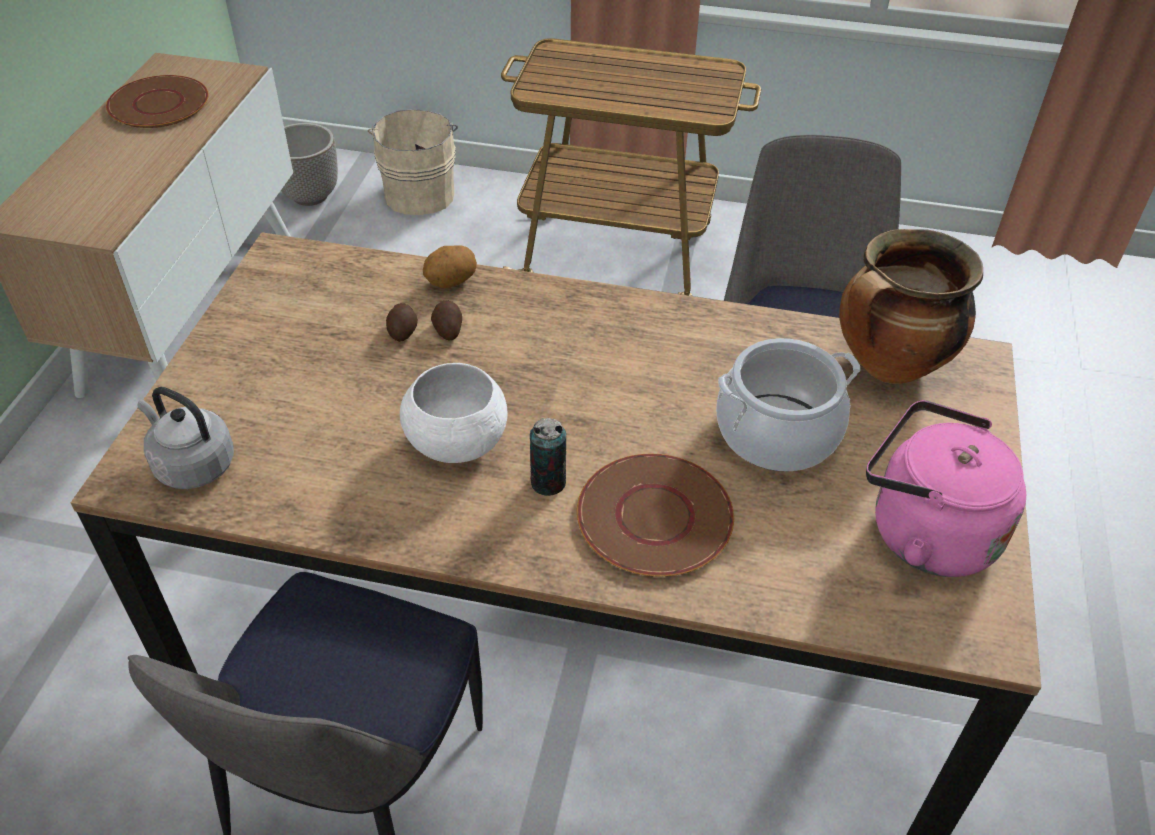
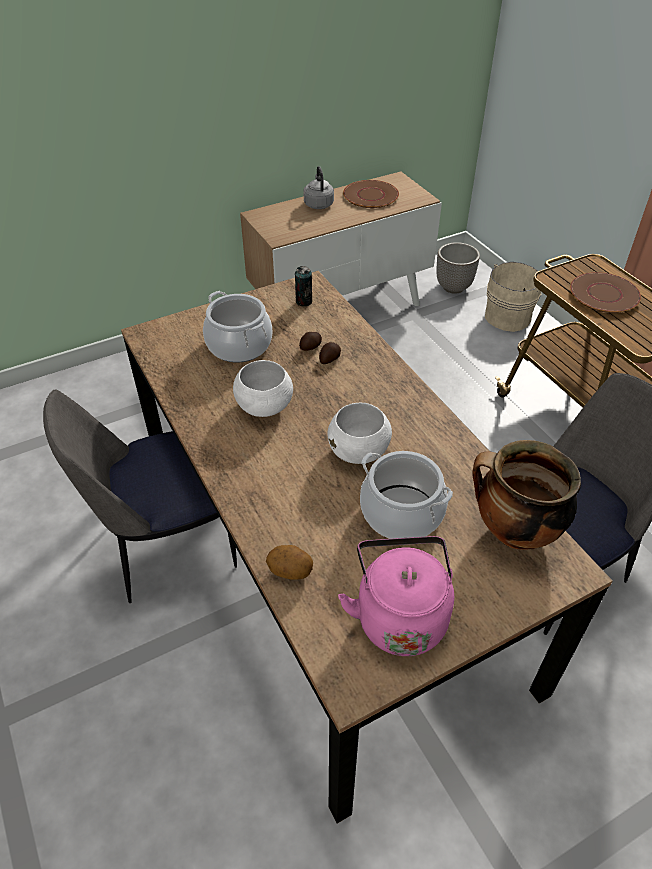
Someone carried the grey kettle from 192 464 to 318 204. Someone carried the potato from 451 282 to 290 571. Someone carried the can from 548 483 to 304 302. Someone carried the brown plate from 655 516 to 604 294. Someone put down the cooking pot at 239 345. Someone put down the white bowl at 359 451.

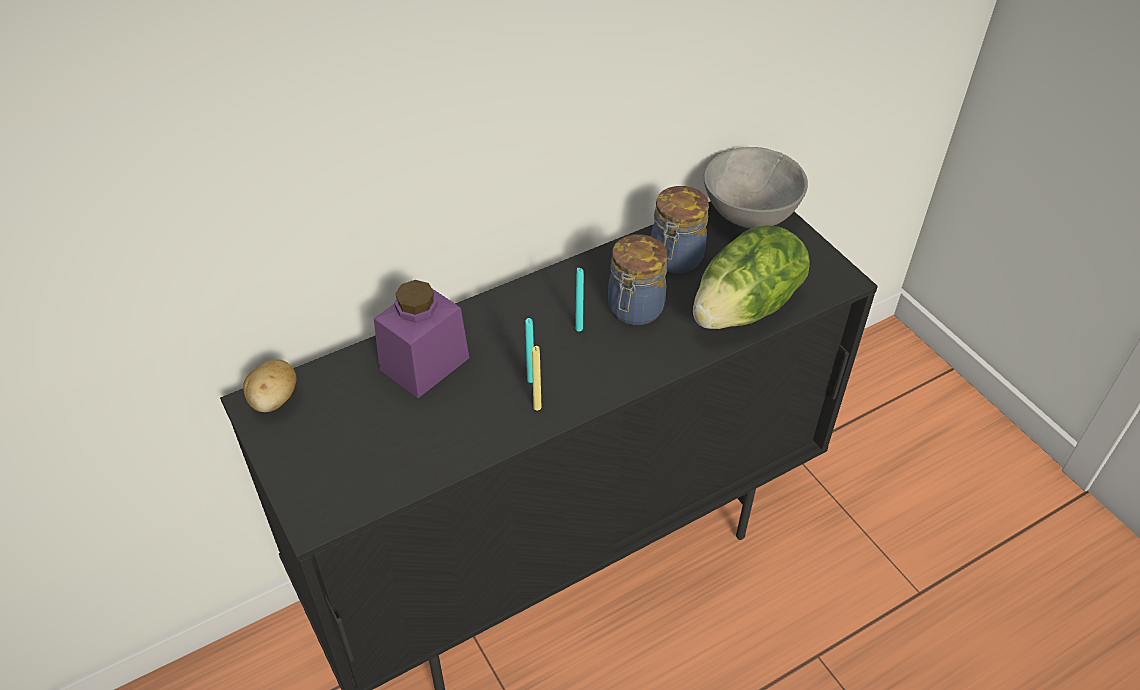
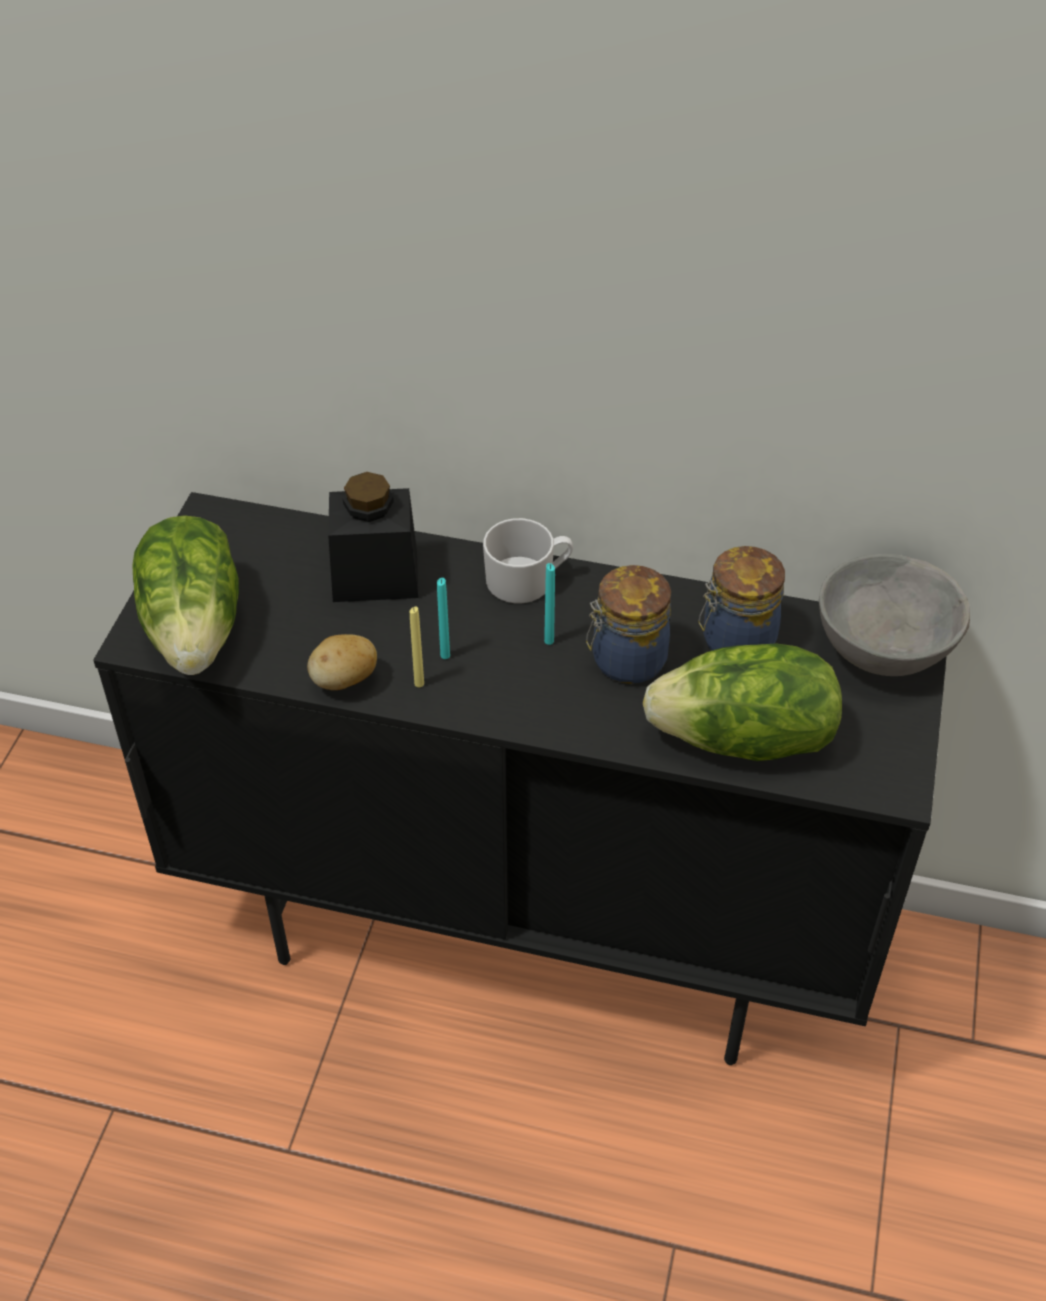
Someone carried the potato from 274 400 to 344 680. Someone repainted the purple jar at 424 363, which became the black jar at 375 576. Someone put down the lettuce at 197 627. Someone put down the white mug at 528 579.

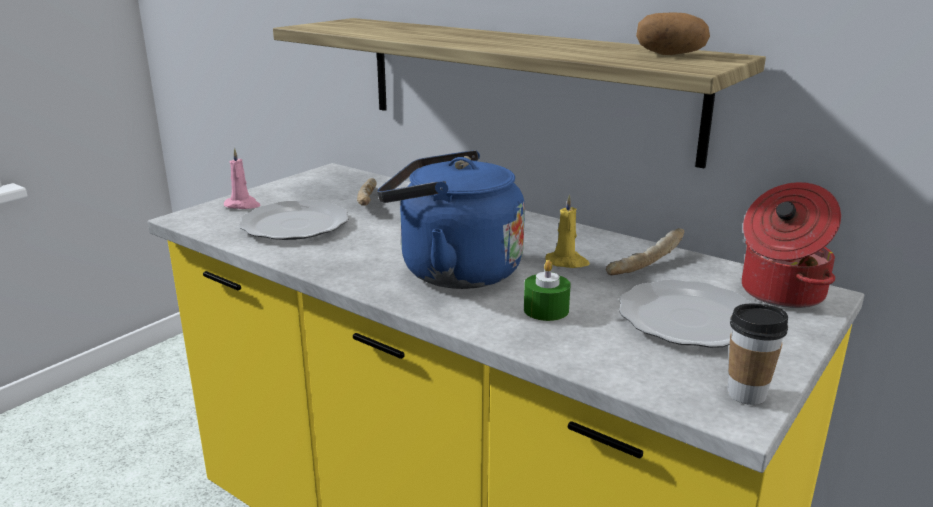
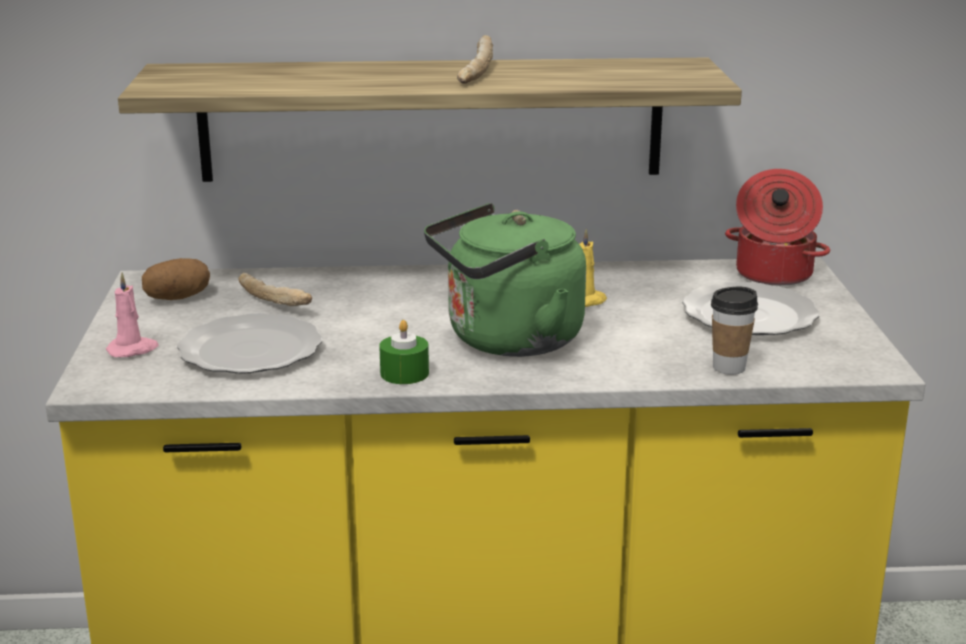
Someone repainted the blue kettle at 452 271, which became the green kettle at 507 341. Someone carried the green candle from 546 310 to 404 373. Someone carried the bread from 644 262 to 474 72. Someone carried the potato from 671 54 to 178 297. Someone carried the cup from 746 394 to 729 368.

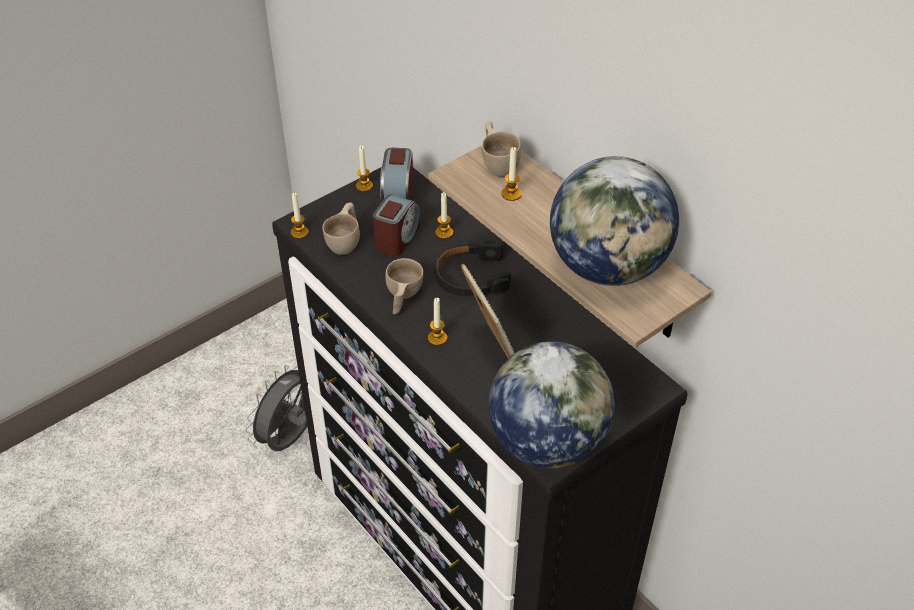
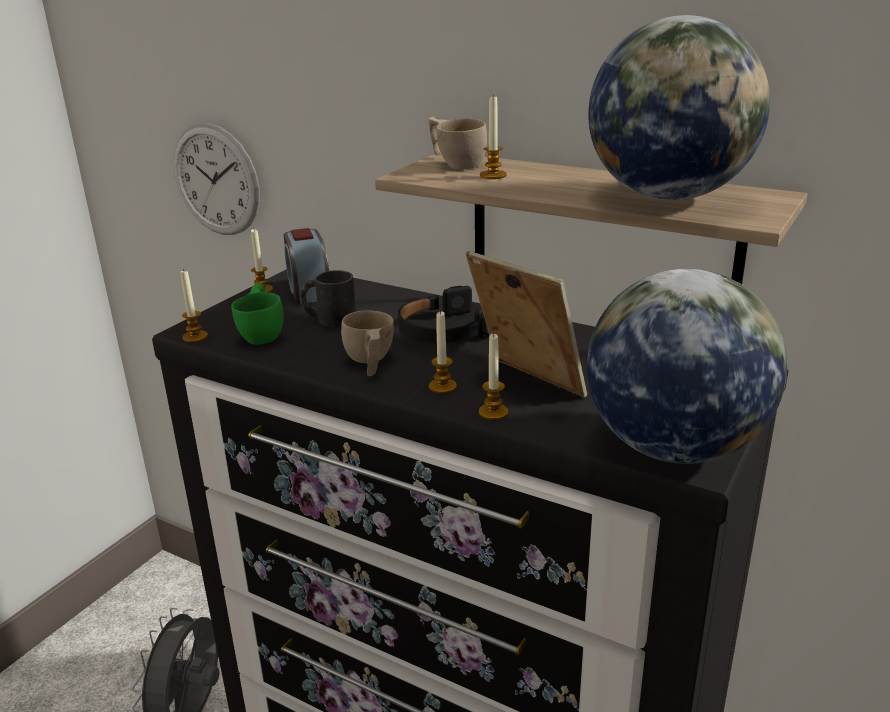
Someone repainted the beige cup at 346 241, which became the green cup at 263 332. Someone swapped the alarm clock at 397 238 for the black mug at 329 319. Someone carried the candle from 444 232 to 493 412. Someone put up the wall clock at 216 180.

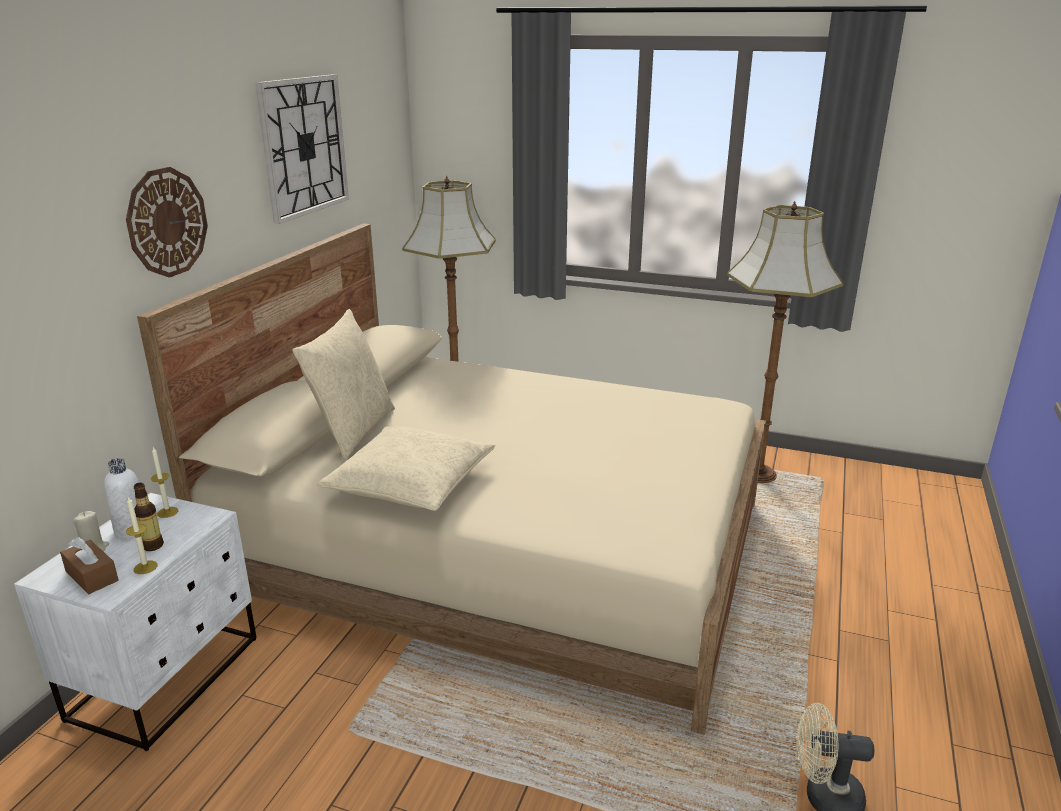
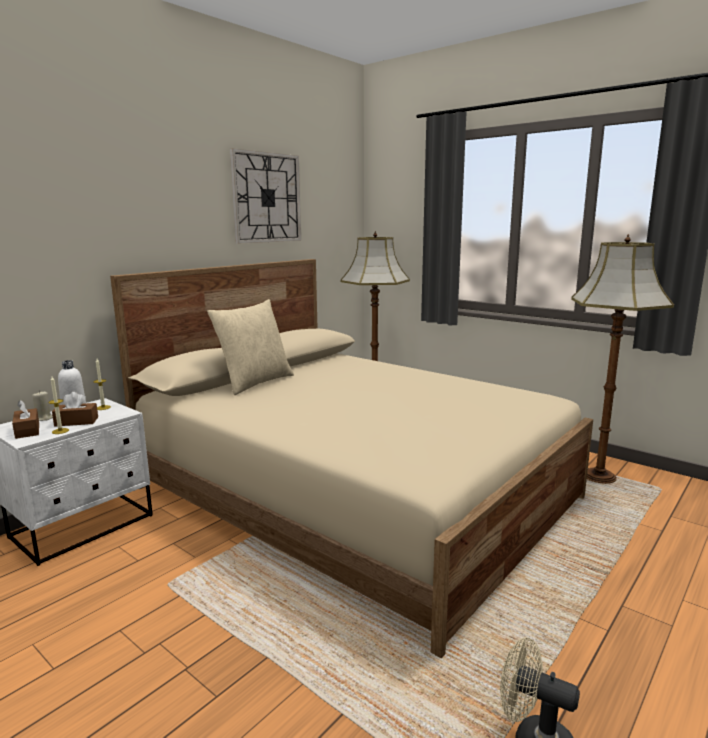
Someone took away the wall clock at 167 222. Someone swapped the bottle at 153 546 for the brown tissue box at 76 422. Someone took away the beige pillow at 410 483.

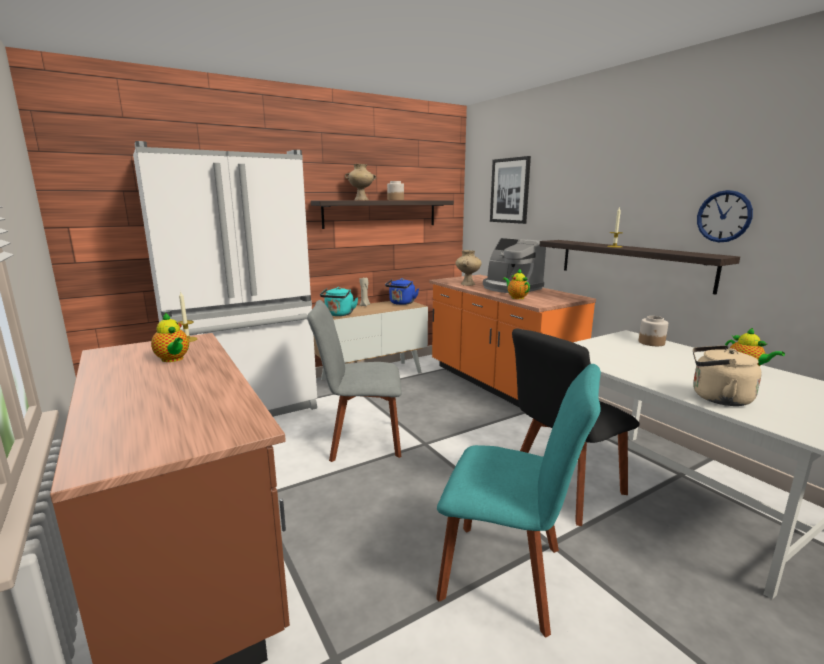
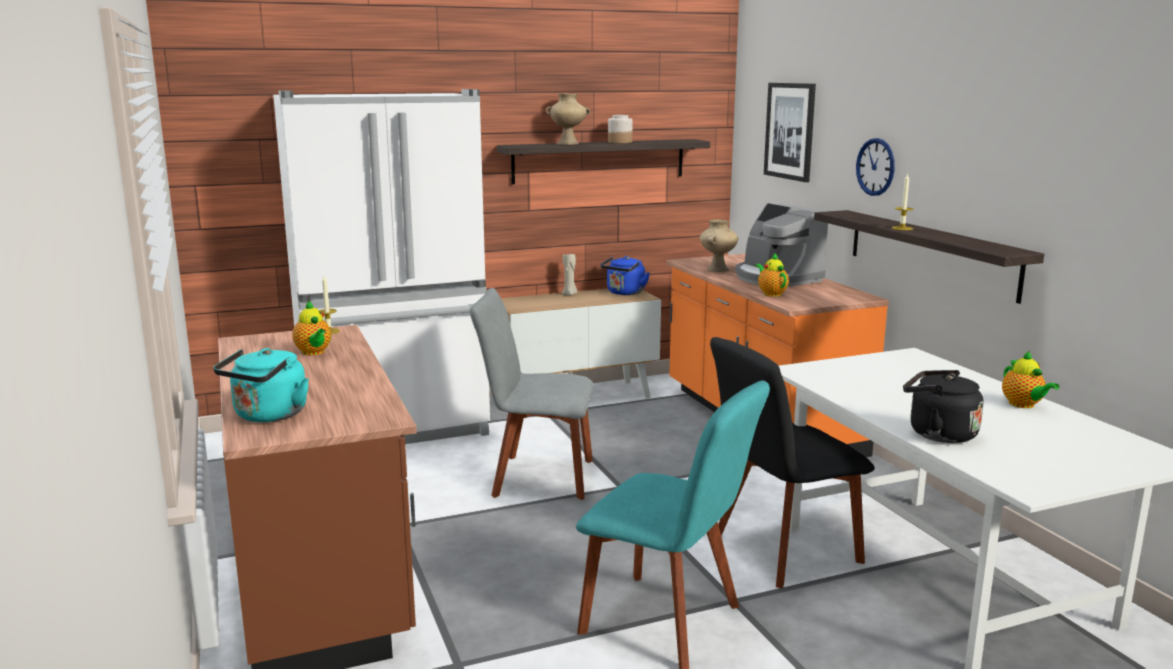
Someone carried the turquoise kettle from 339 314 to 268 416. Someone took away the jar at 651 343. Someone repainted the beige kettle at 717 398, which became the black kettle at 937 434. Someone carried the wall clock from 724 216 to 875 167.

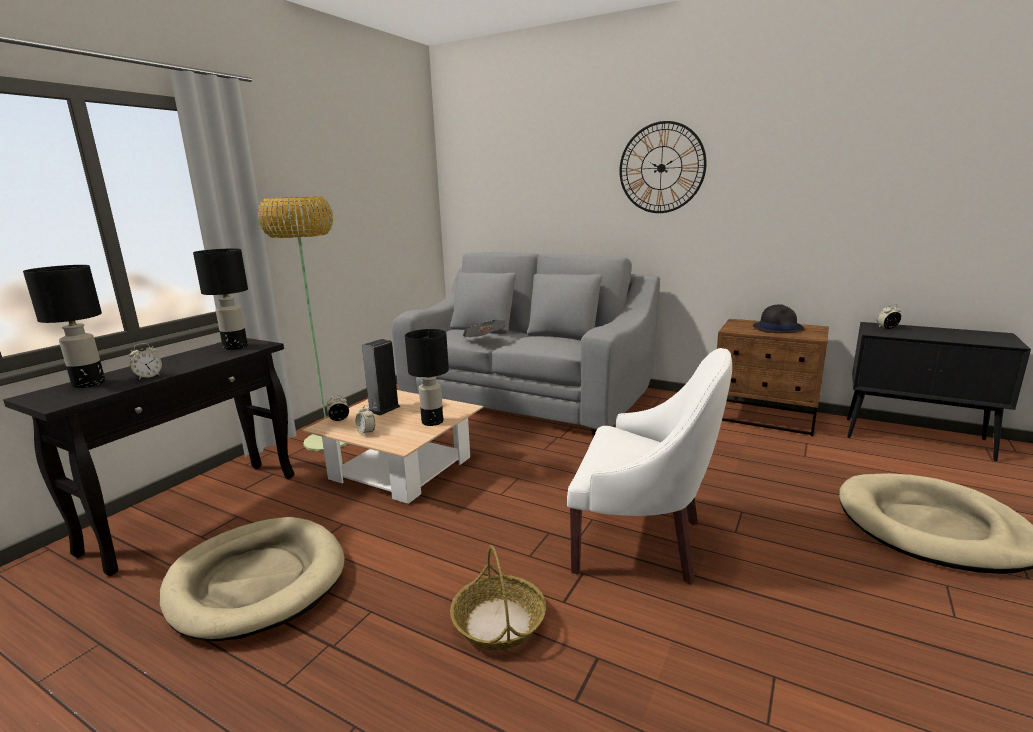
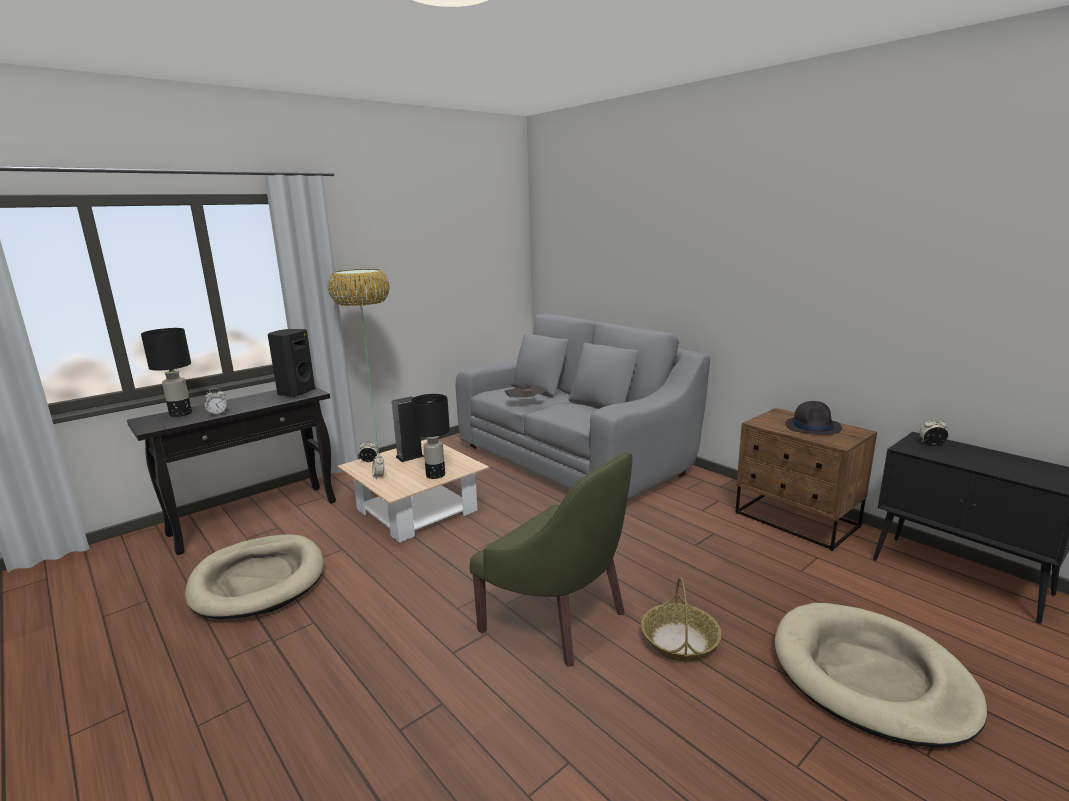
Someone swapped the black table lamp at 235 347 for the black speaker at 295 392. Someone carried the basket from 499 623 to 680 641. Someone repainted the white armchair at 642 541, which became the green armchair at 559 618. Someone took away the wall clock at 661 168.

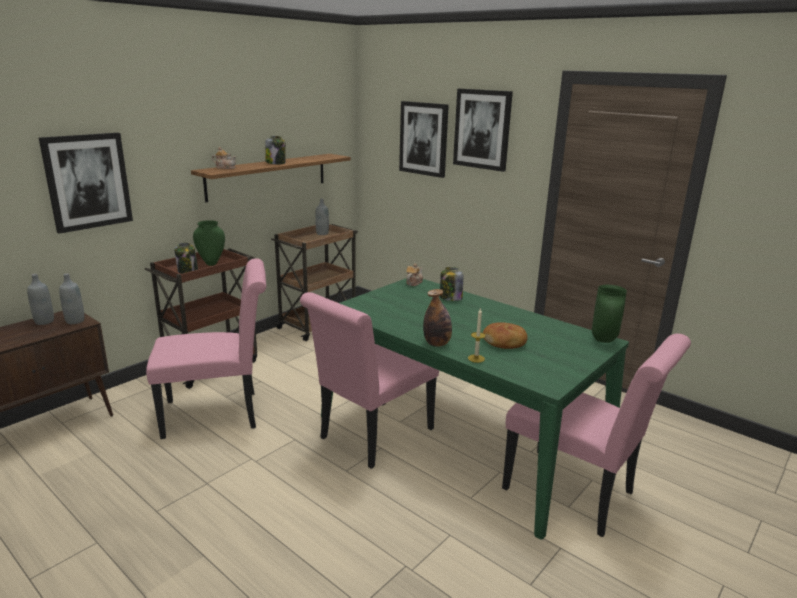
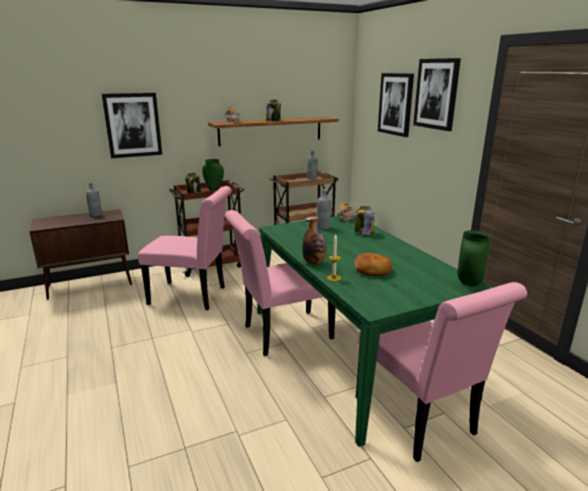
Someone carried the grey bottle from 75 321 to 323 227.

